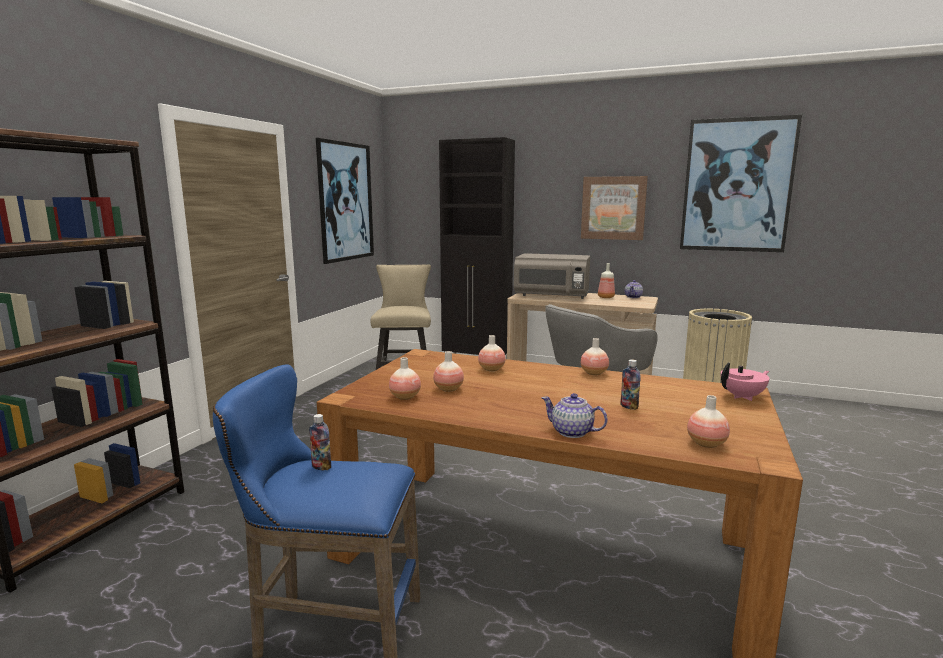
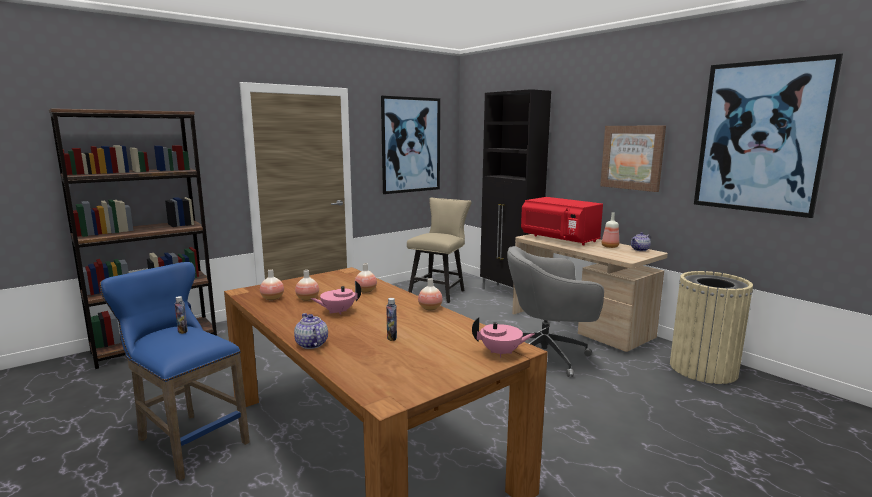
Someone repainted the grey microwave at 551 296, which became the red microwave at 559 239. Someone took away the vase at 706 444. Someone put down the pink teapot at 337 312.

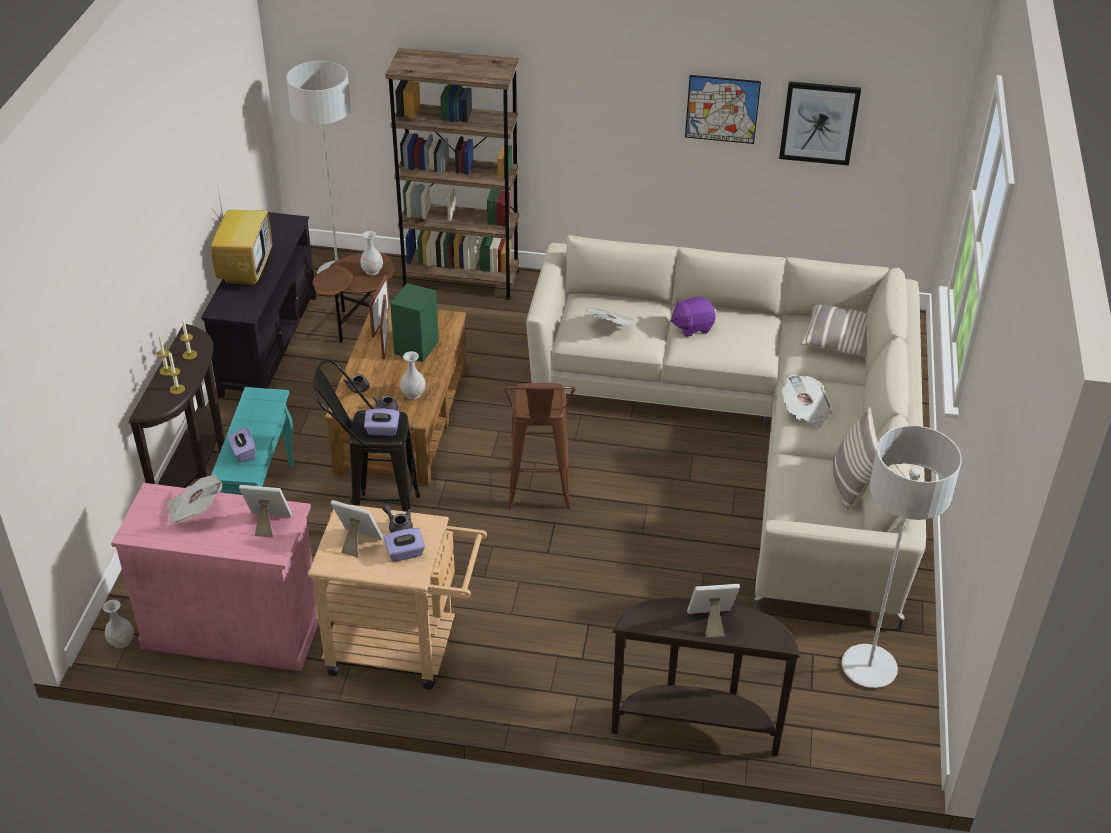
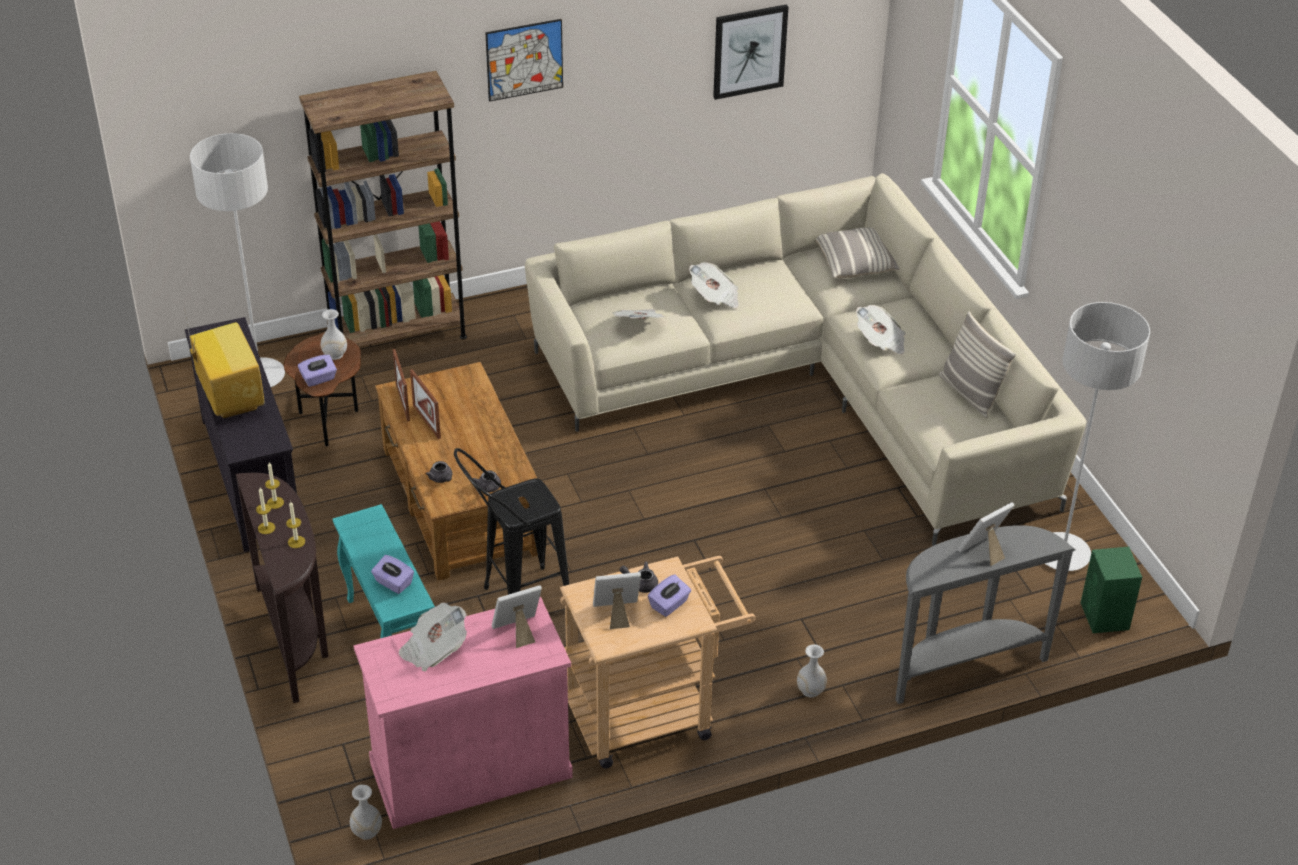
Someone carried the purple tissue box from 382 430 to 318 379. Someone carried the green speaker from 416 348 to 1105 617. Someone carried the white vase from 413 394 to 810 690. Someone took away the brown stool at 539 497. Someone repainted the brown console table at 695 726, which became the grey console table at 963 666. Someone swapped the purple plush toy at 692 327 for the newspaper at 715 297. Someone carried the picture from 722 109 to 524 59.

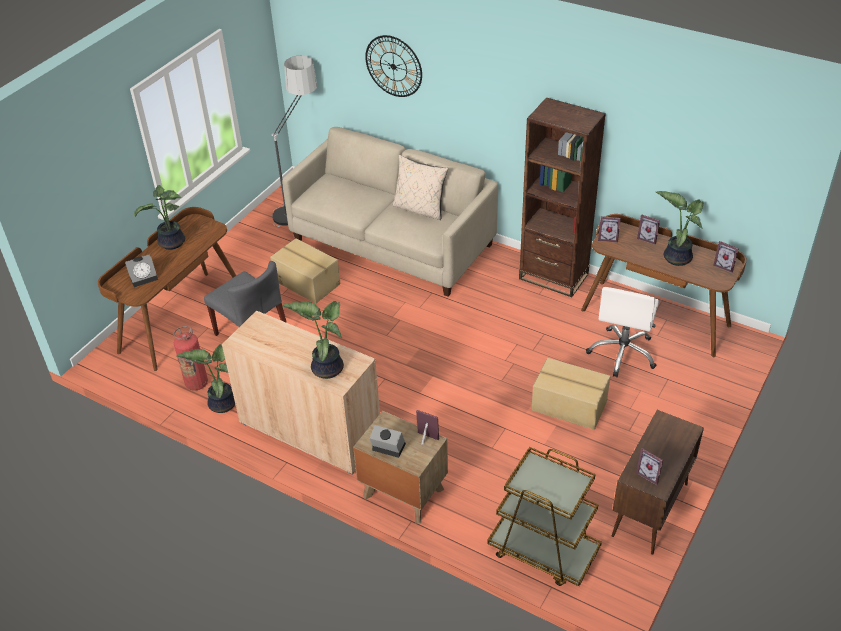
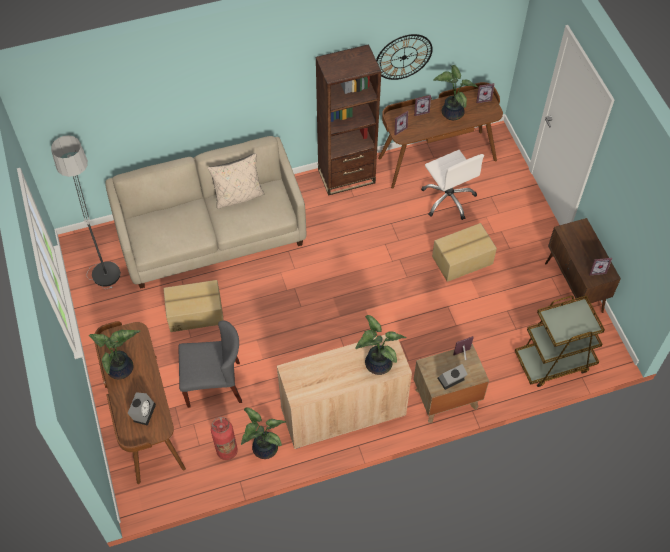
Someone carried the wall clock from 393 66 to 403 57.

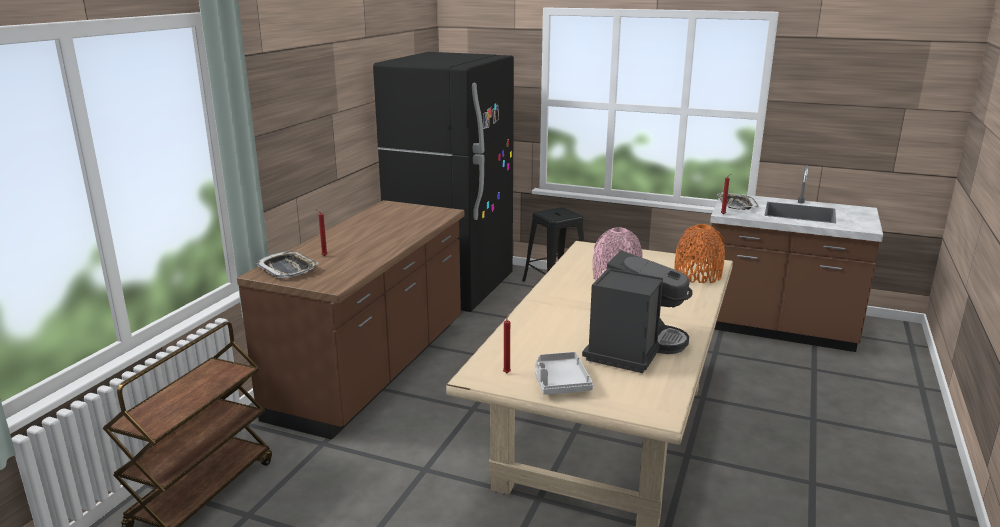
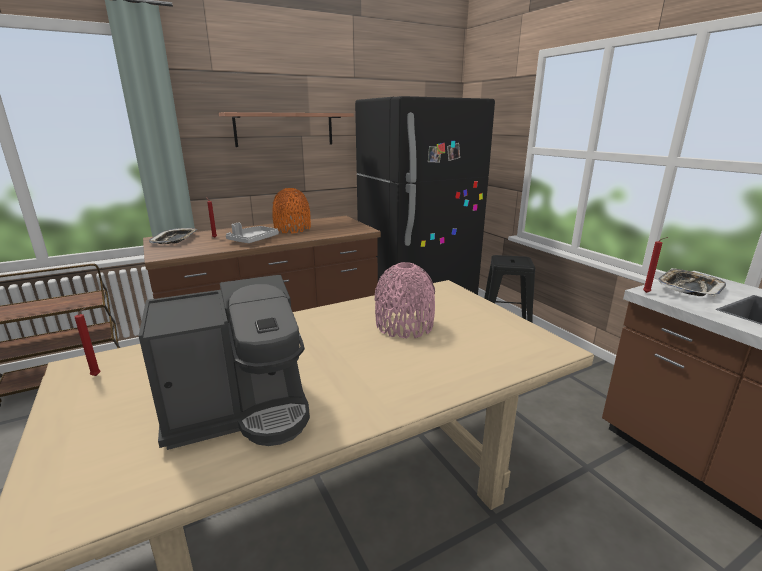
Someone carried the grey tray from 560 382 to 253 240. Someone carried the orange vase from 697 275 to 292 229. Someone put up the shelf at 284 129.

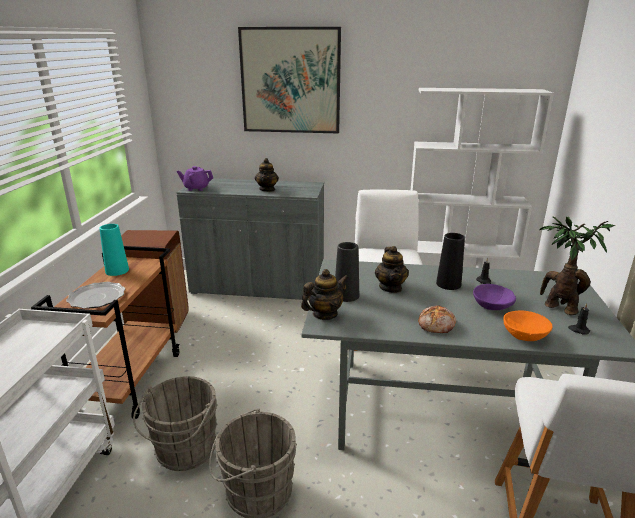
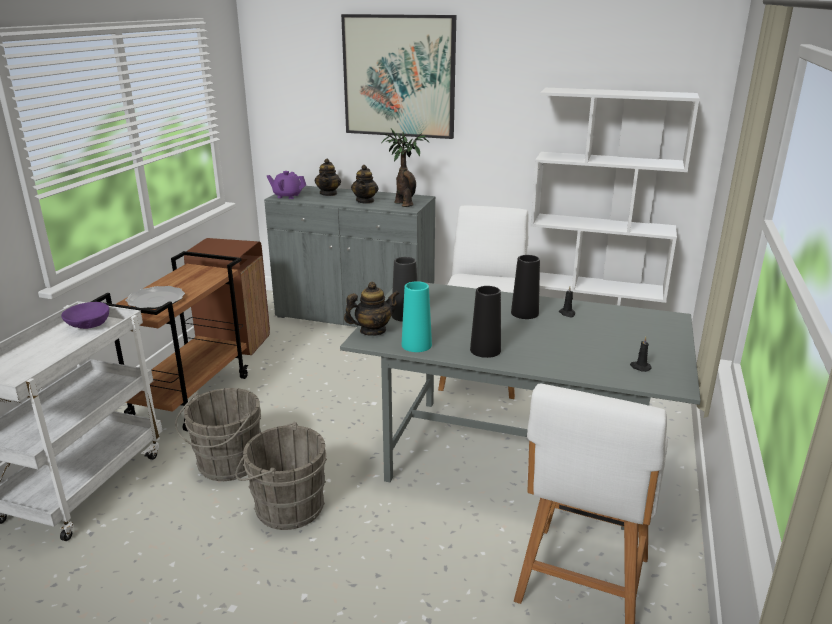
Someone carried the turquoise vase from 117 270 to 416 345. Someone carried the teapot from 390 287 to 328 194. Someone swapped the bread at 437 325 for the black vase at 485 350. Someone carried the purple bowl from 492 306 to 89 325. Someone took away the orange bowl at 525 336. Someone carried the potted plant from 557 306 to 403 204.

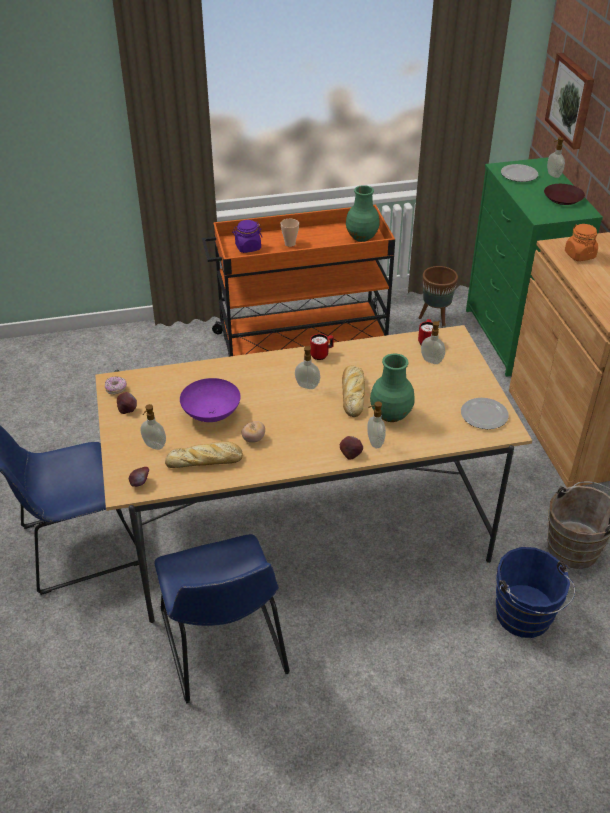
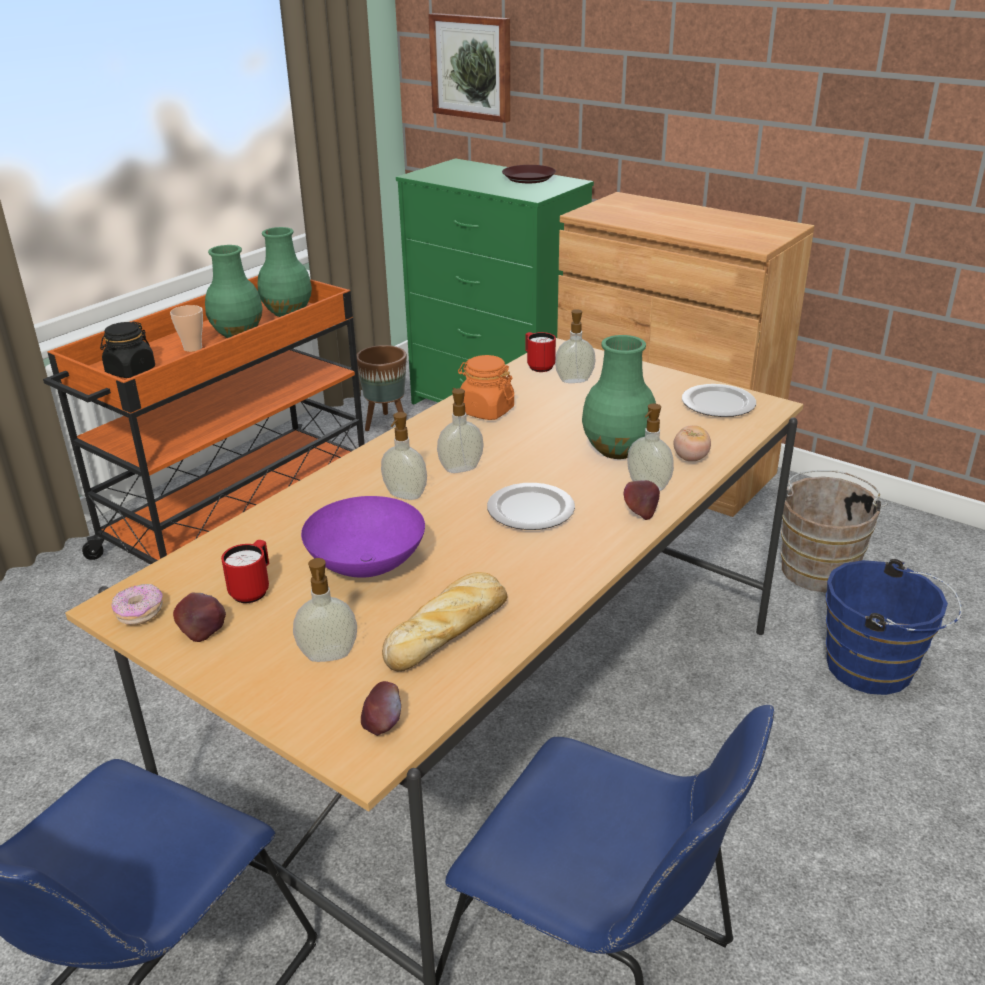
Someone repainted the purple jar at 248 247, which became the black jar at 130 371. Someone carried the tomato from 253 439 to 690 458. Someone carried the red mug from 321 355 to 253 590. Someone took away the bread at 353 394. Someone carried the plate from 519 174 to 529 509. Someone carried the soap dispenser from 553 175 to 404 496. Someone carried the orange jar from 579 255 to 486 411. Someone put down the green vase at 238 333.

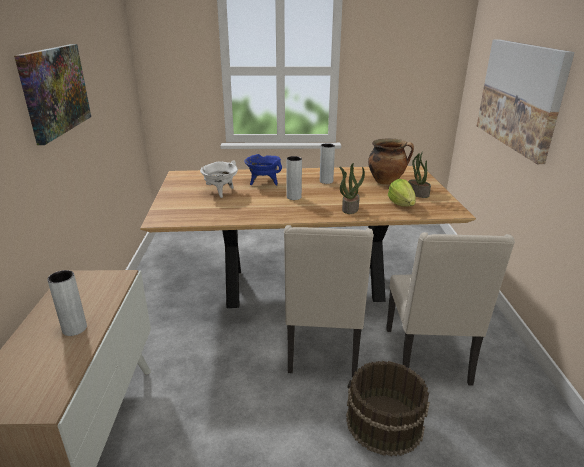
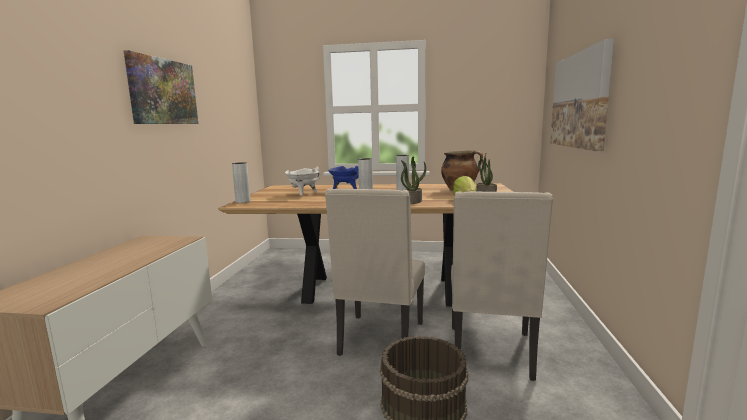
Someone carried the grey vase from 74 328 to 243 201.

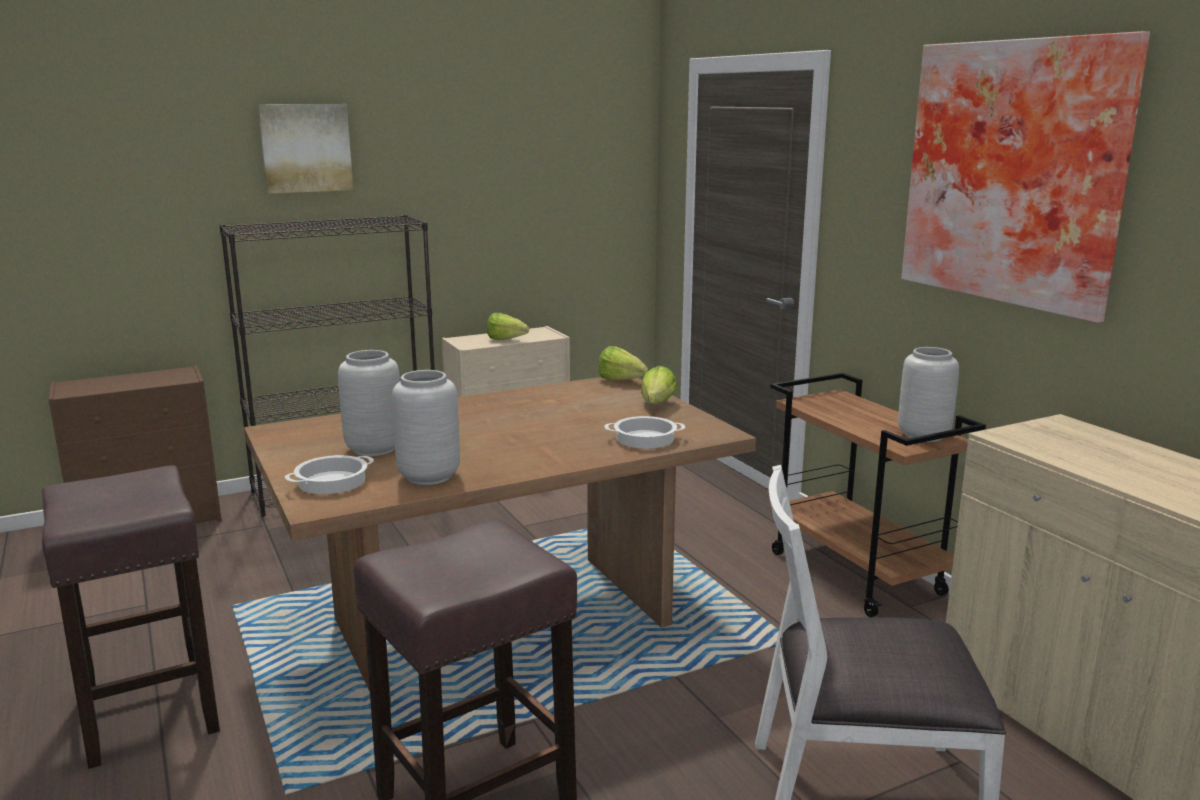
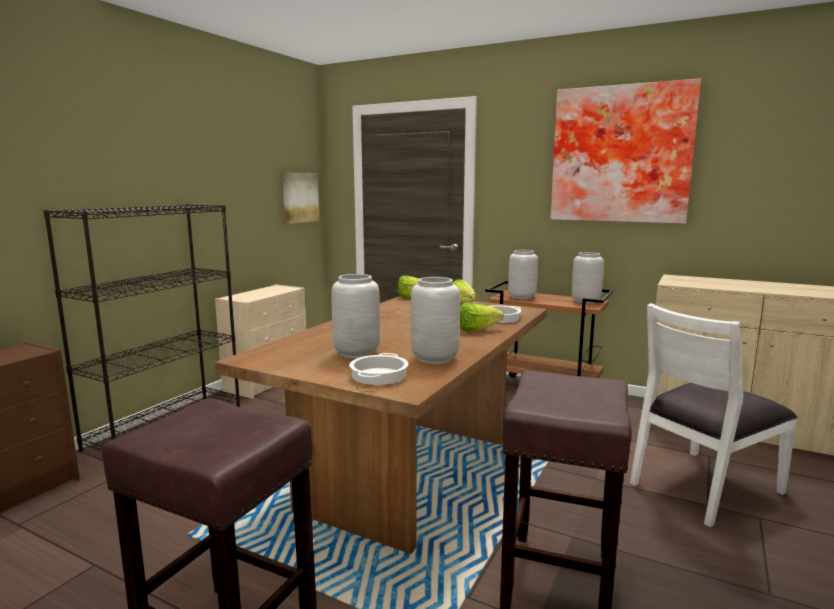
Someone carried the picture from 306 148 to 299 197. Someone carried the lettuce from 509 340 to 481 330. Someone put down the grey vase at 521 297.

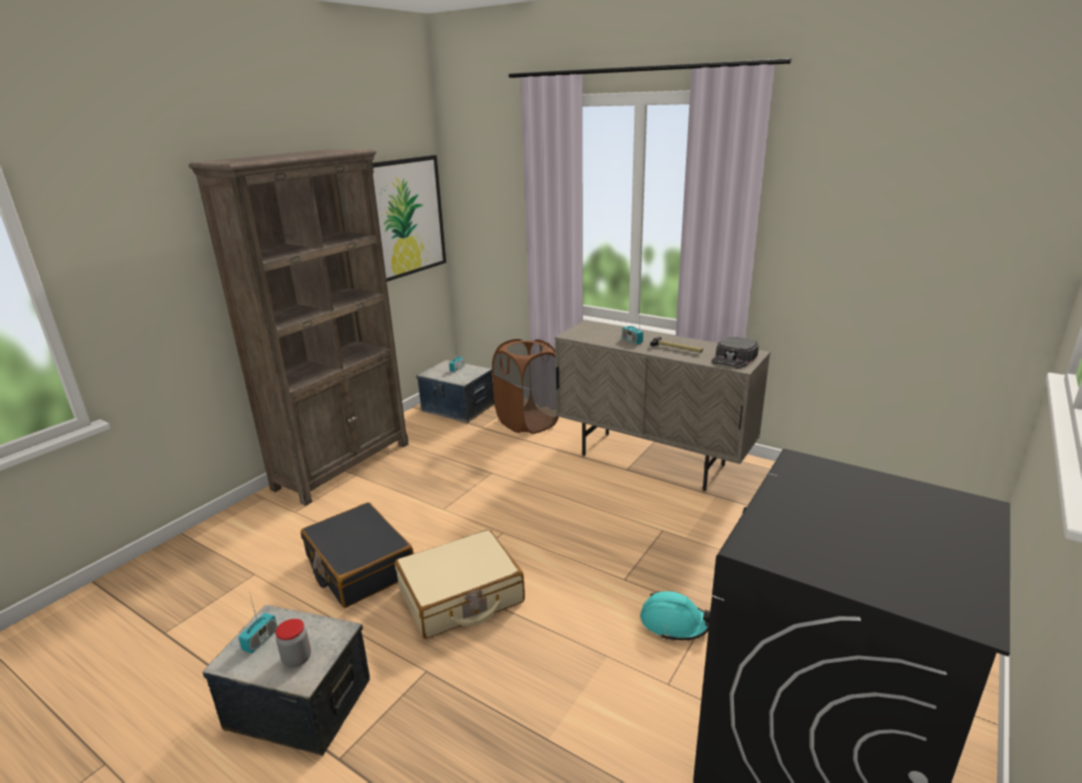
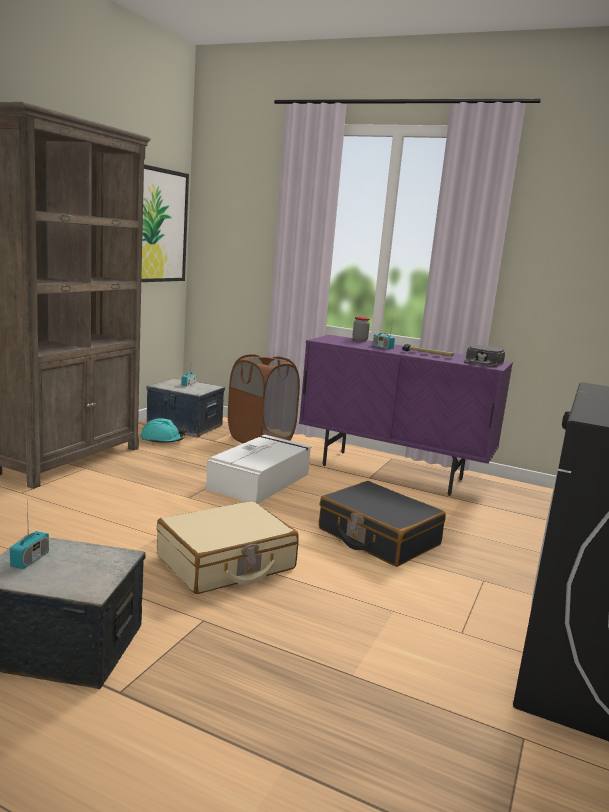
Someone carried the jar from 297 659 to 359 340. Someone carried the black suitcase from 359 566 to 378 537. Someone repainted the beige cabinet at 652 460, which became the purple cabinet at 392 472. Someone carried the turquoise hard hat from 674 623 to 162 440. Someone put down the white storage box at 260 481.

